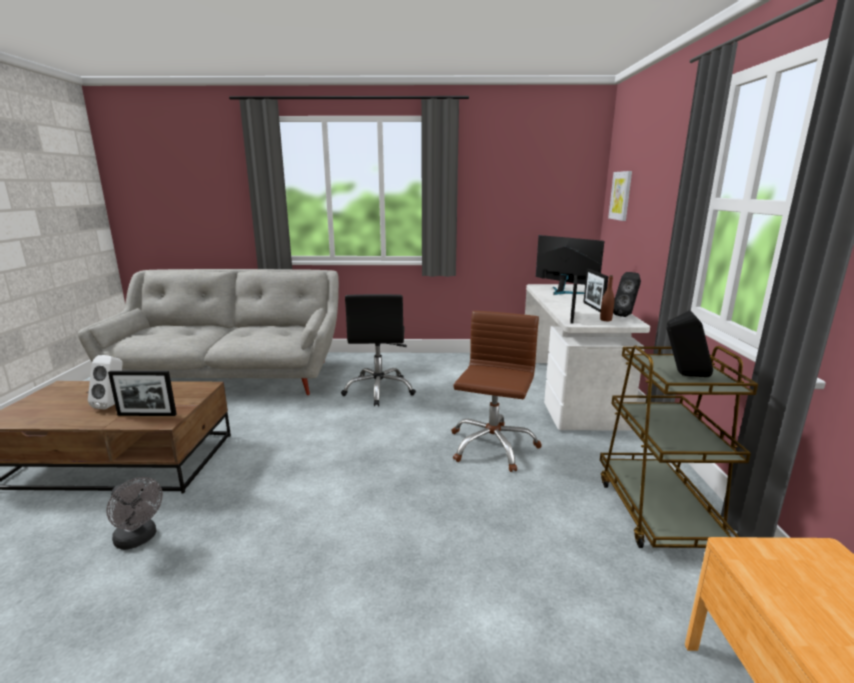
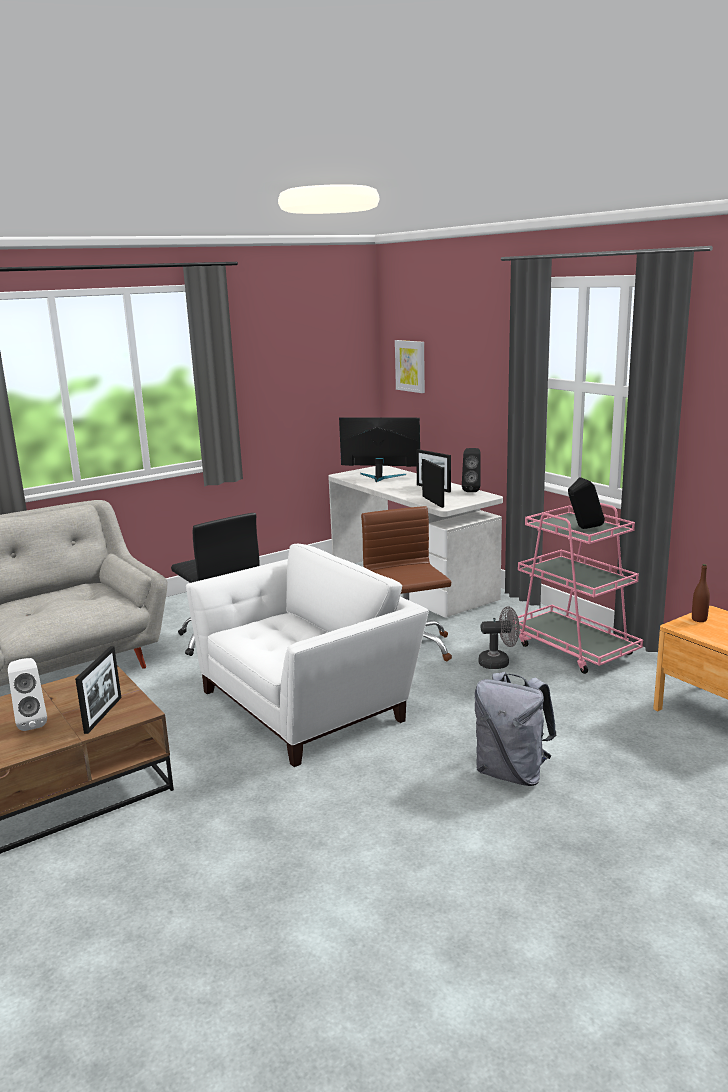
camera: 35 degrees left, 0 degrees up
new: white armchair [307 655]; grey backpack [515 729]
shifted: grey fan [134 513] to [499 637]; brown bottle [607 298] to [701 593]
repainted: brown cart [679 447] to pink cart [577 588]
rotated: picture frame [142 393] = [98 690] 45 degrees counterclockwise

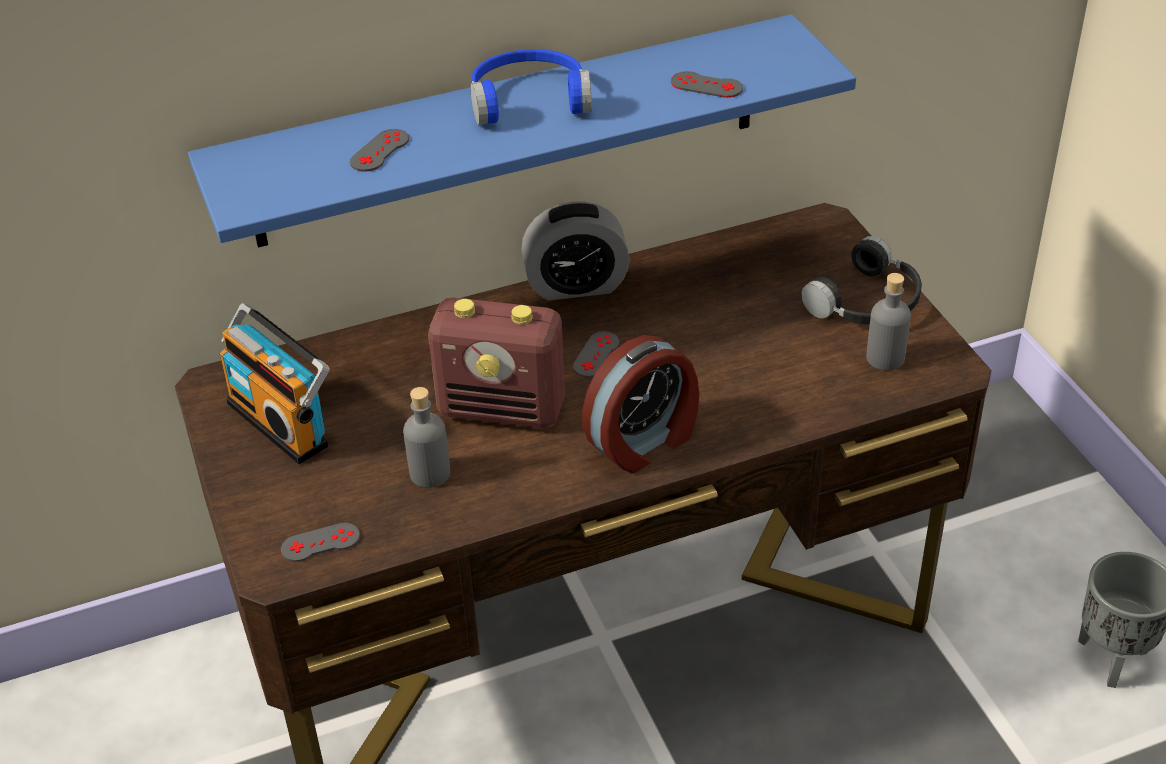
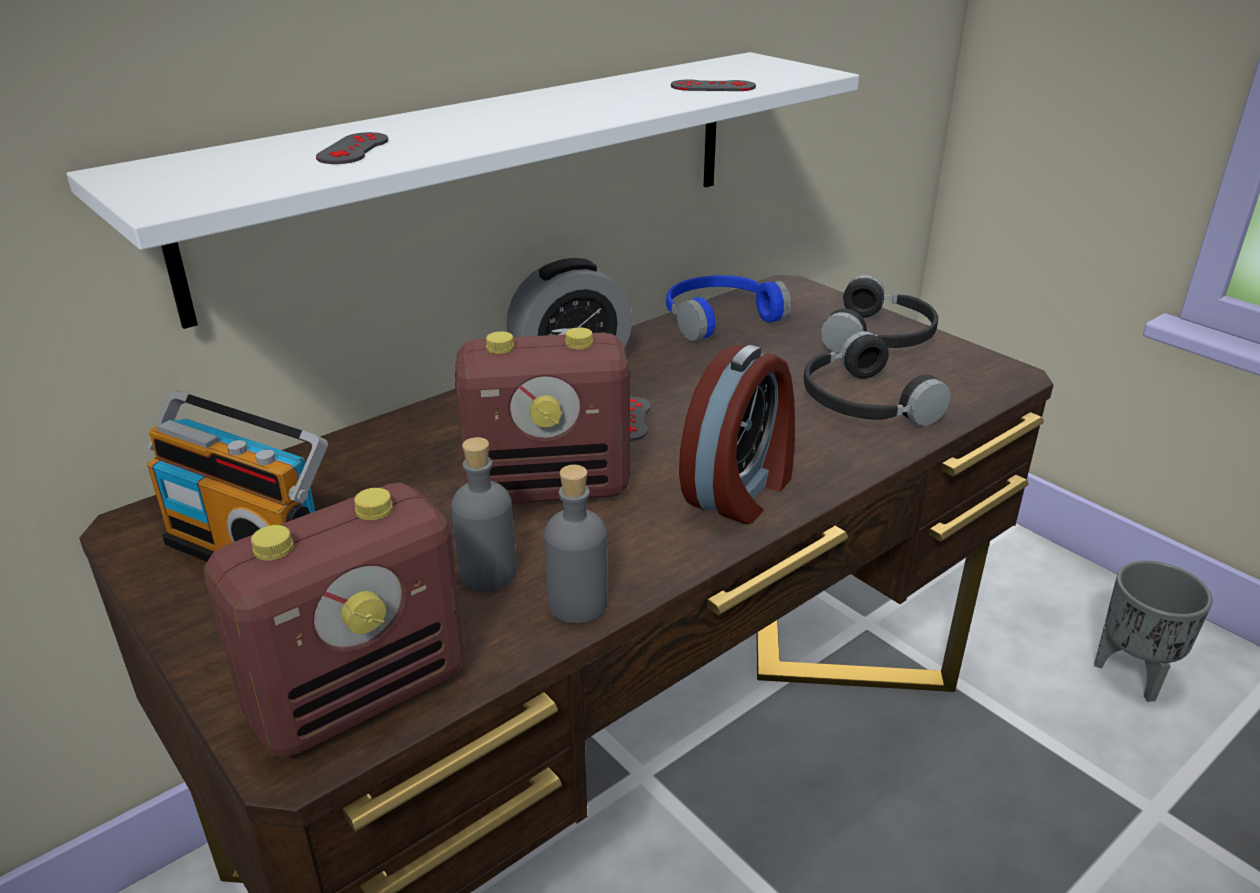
camera: 20 degrees left, 10 degrees down
new: black headphones [877 378]
shifted: blue headphones [531 87] to [728 308]; grey bottle [888 322] to [576 544]
swapped: grey game controller [320 542] to radio [335 619]
repainted: blue shelf [522 130] to white shelf [463 190]

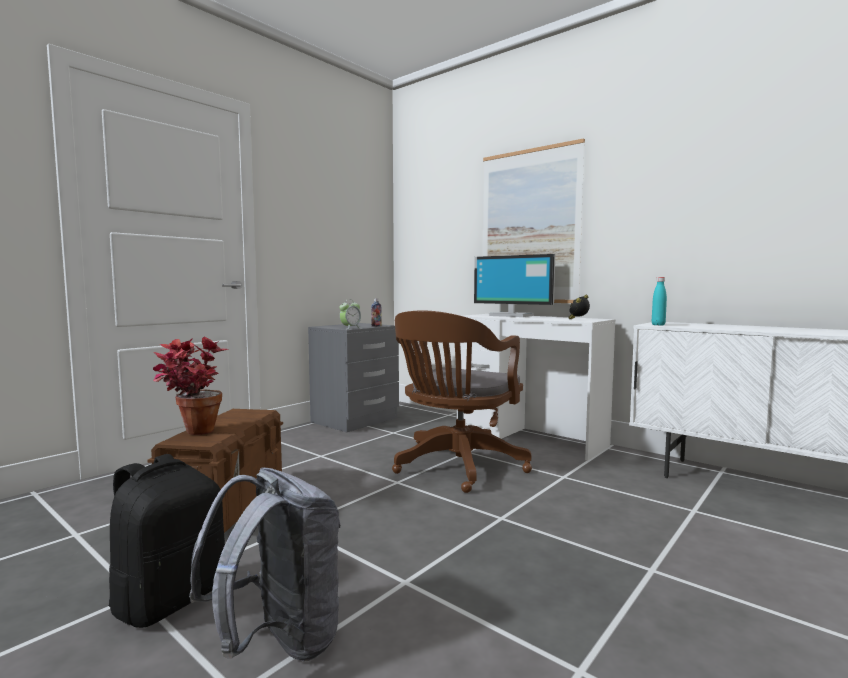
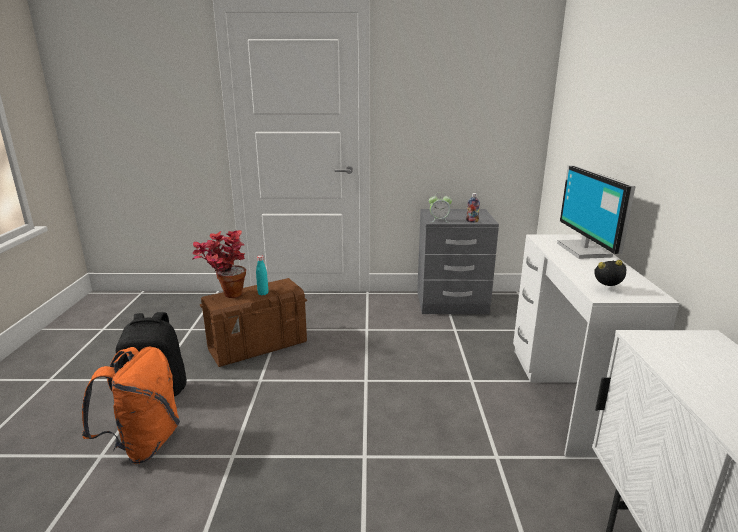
camera: 50 degrees right, 15 degrees up
gone: brown office chair [462 401]; picture [534 220]
shifted: turquoise bottle [659 301] to [262 275]
repainted: grey backpack [264 564] to orange backpack [131 405]

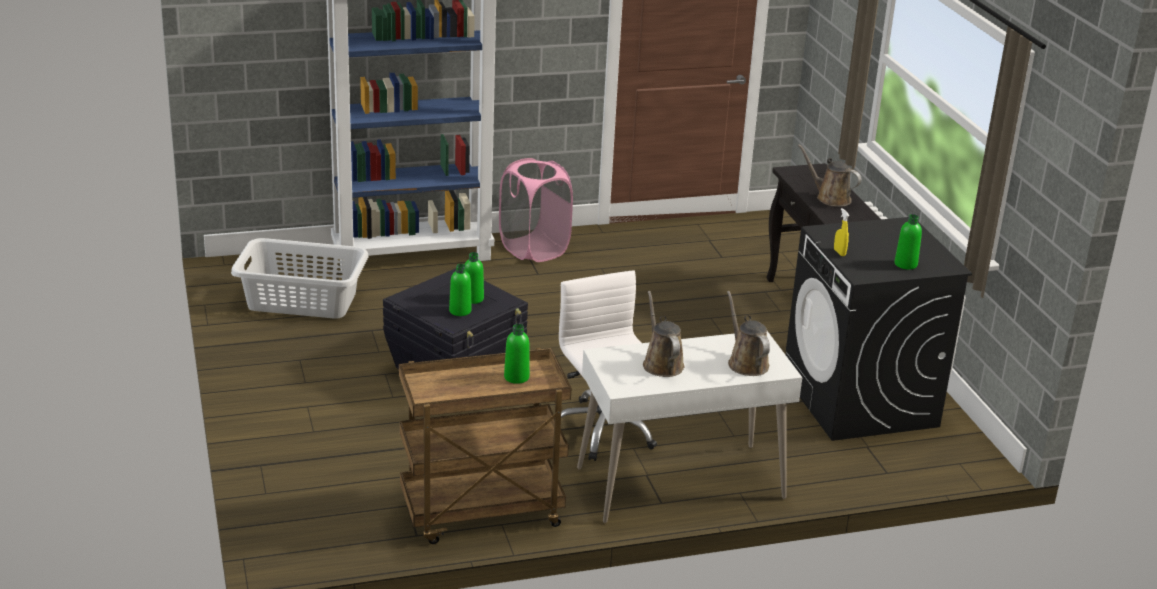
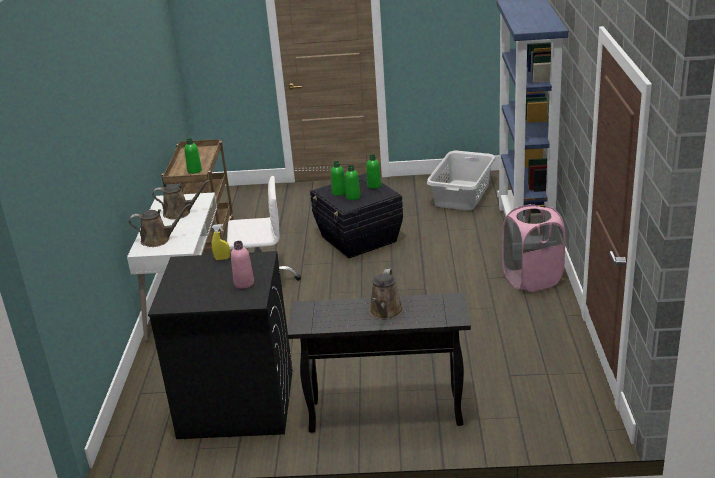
camera: 110 degrees right, 0 degrees up
new: pink bottle [242 265]
shifted: green bottle [908 241] to [373 171]
rotated: brown watering can [830 175] = [386 294] 135 degrees clockwise

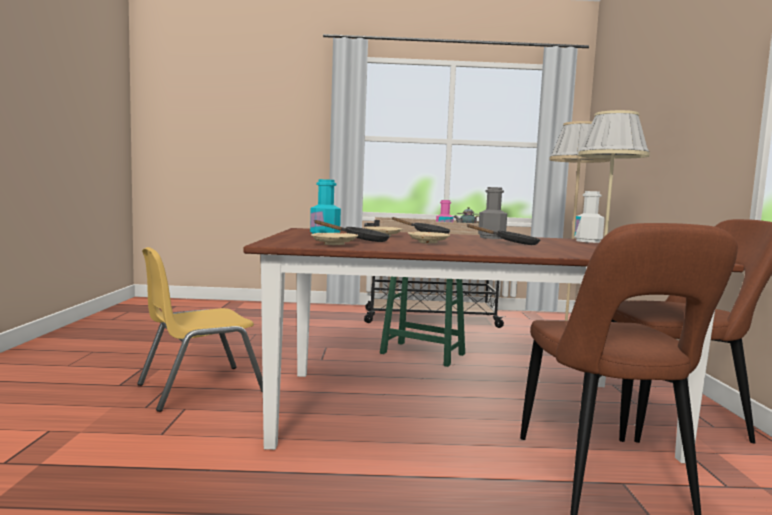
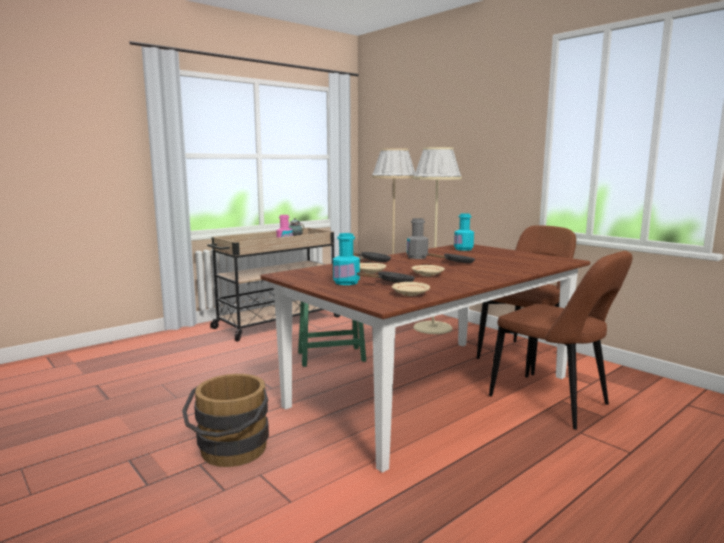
camera: 40 degrees left, 5 degrees up
swapped: yellow chair [200 329] to brown bucket [225 420]
repainted: white bottle [589 217] to turquoise bottle [464 232]

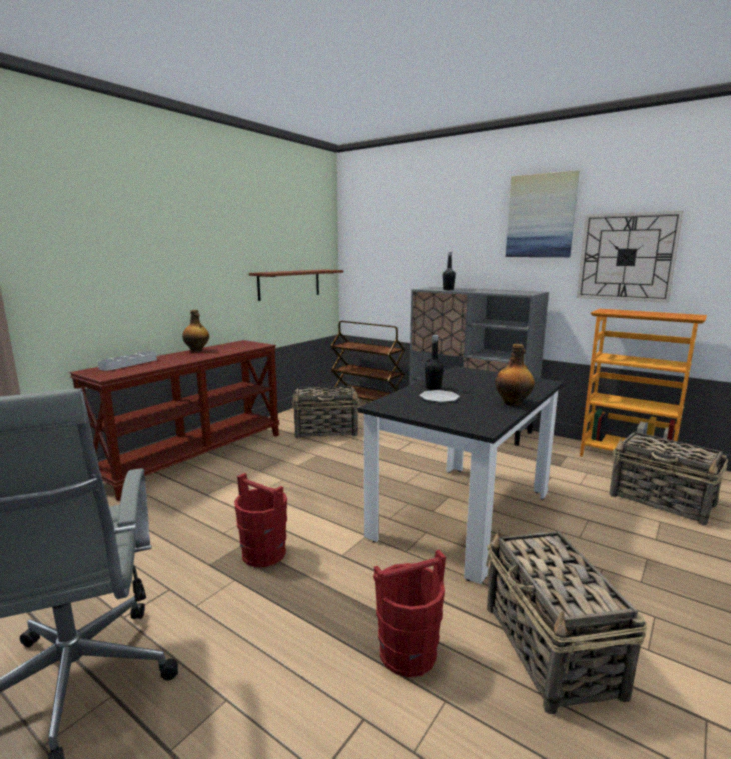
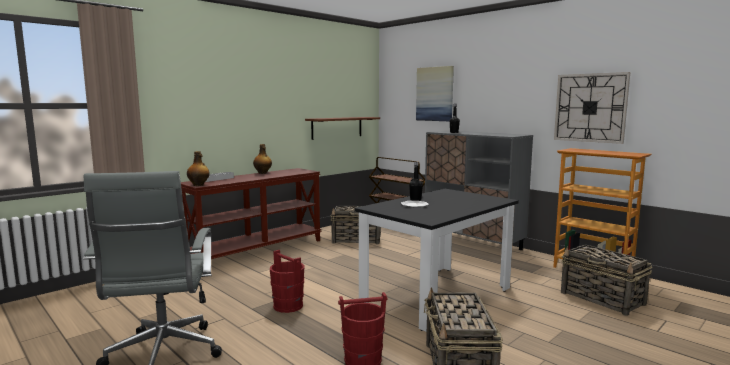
camera: 10 degrees right, 5 degrees down
shifted: bottle [515 375] to [198 168]; picture [542 213] to [435 94]

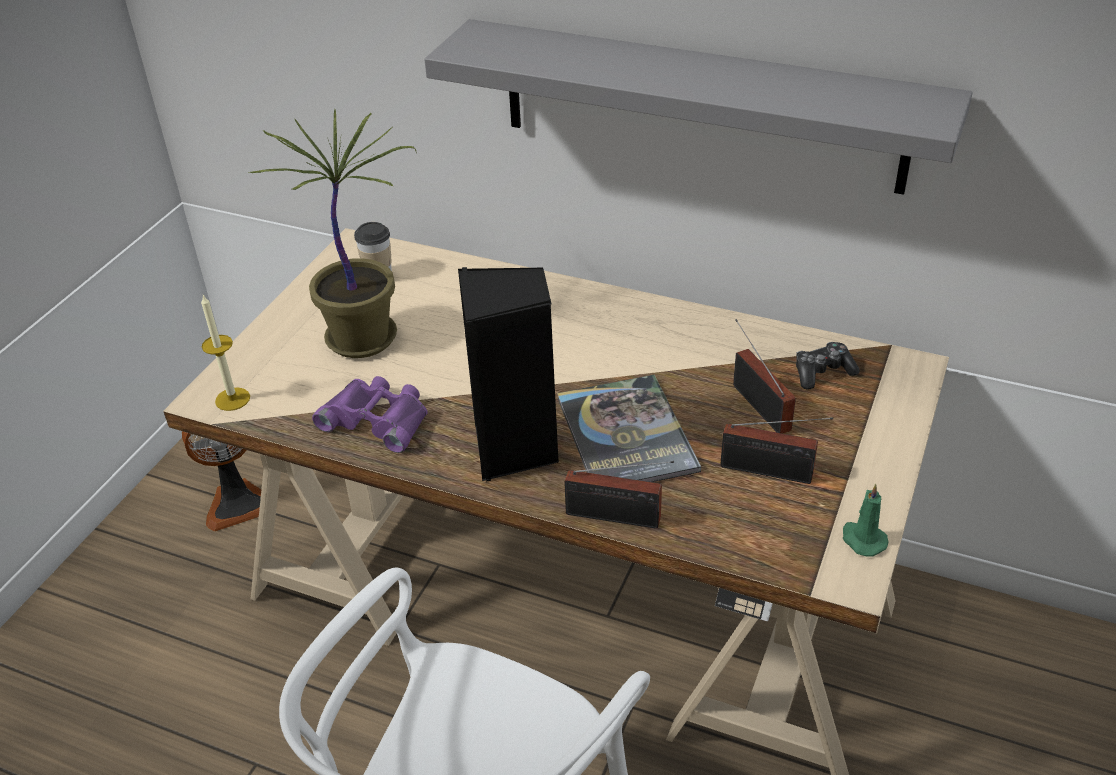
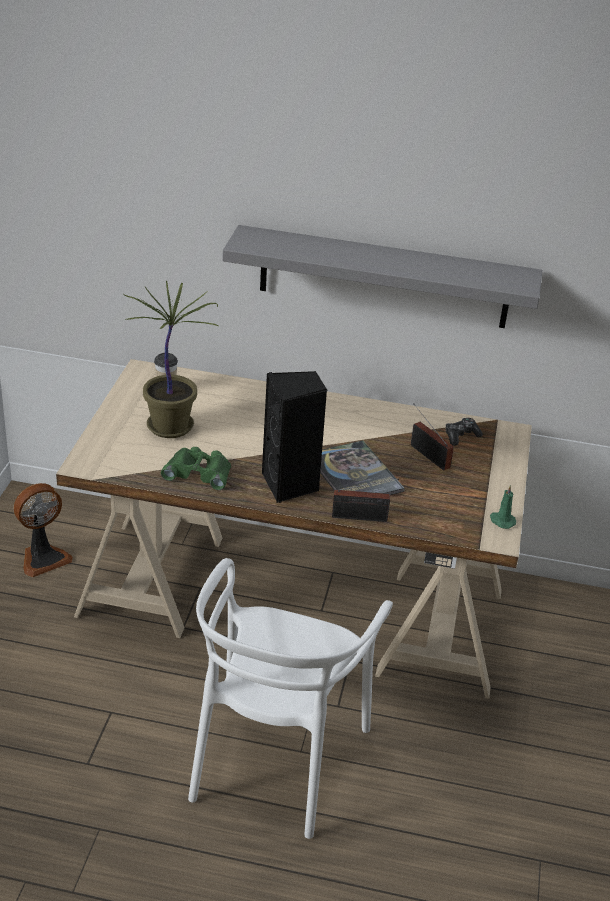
camera: 15 degrees left, 5 degrees down
gone: candle [225 353]; radio [776 450]
repainted: purple binoculars [369 414] to green binoculars [196 468]

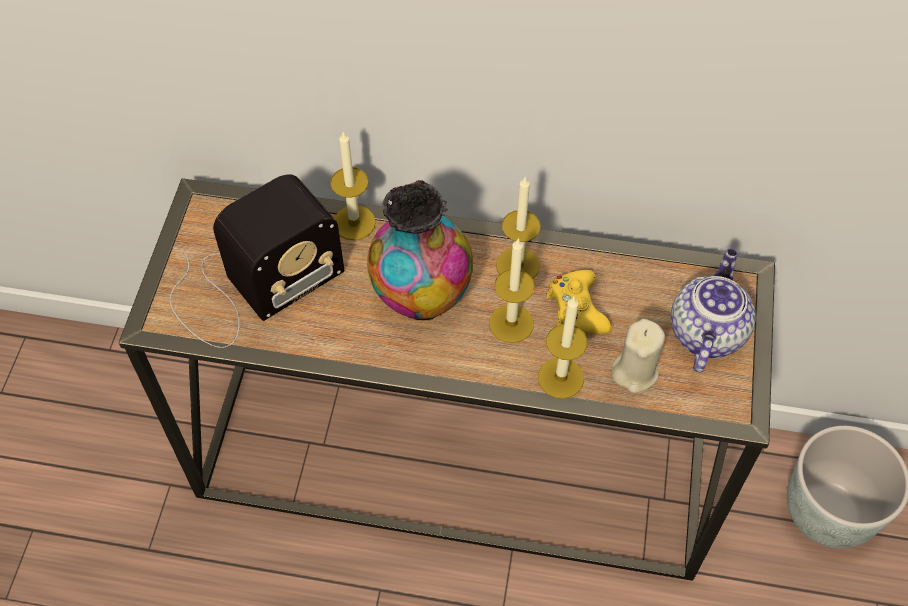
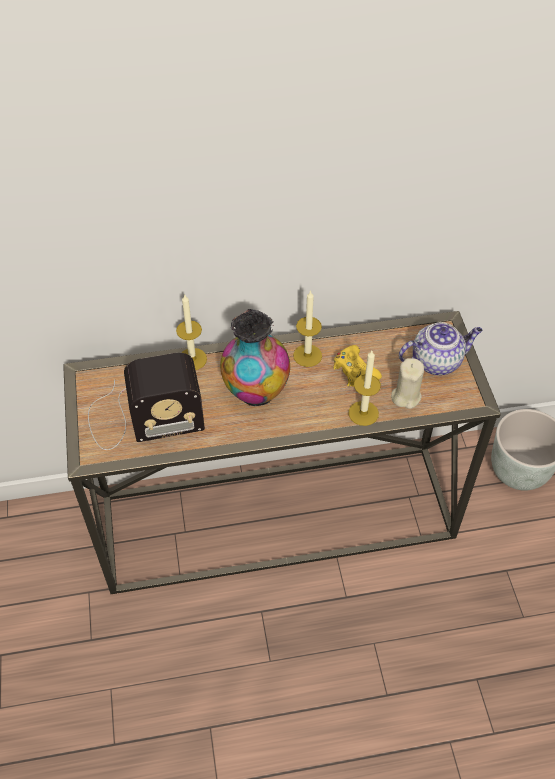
camera: 20 degrees left, 5 degrees down
gone: candle [511 290]
rotated: radio [257 261] = [146 401] 45 degrees clockwise; teapot [713 311] = [441 348] 75 degrees clockwise

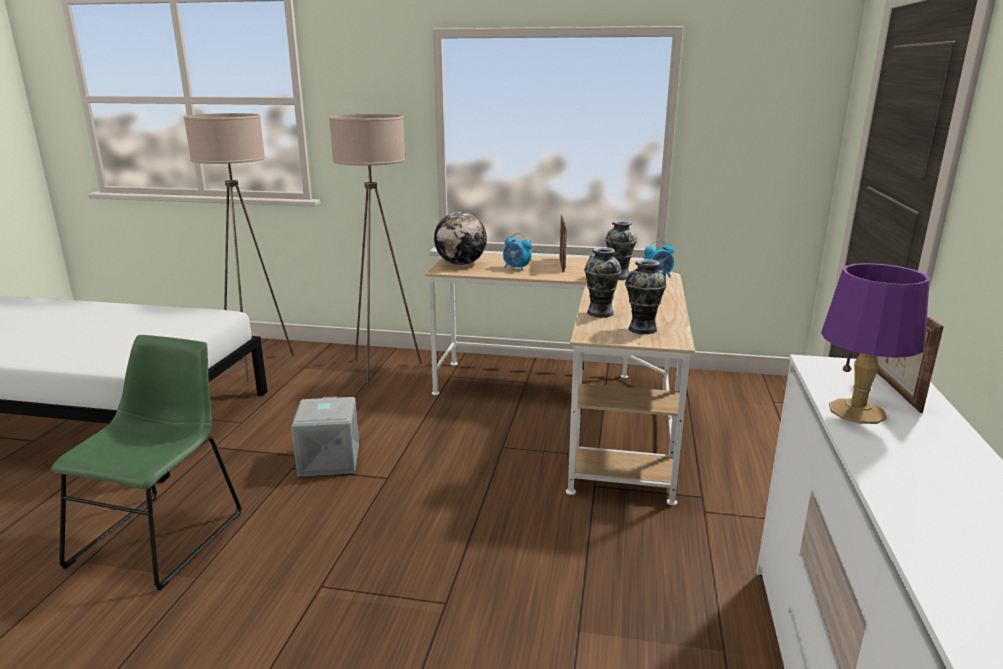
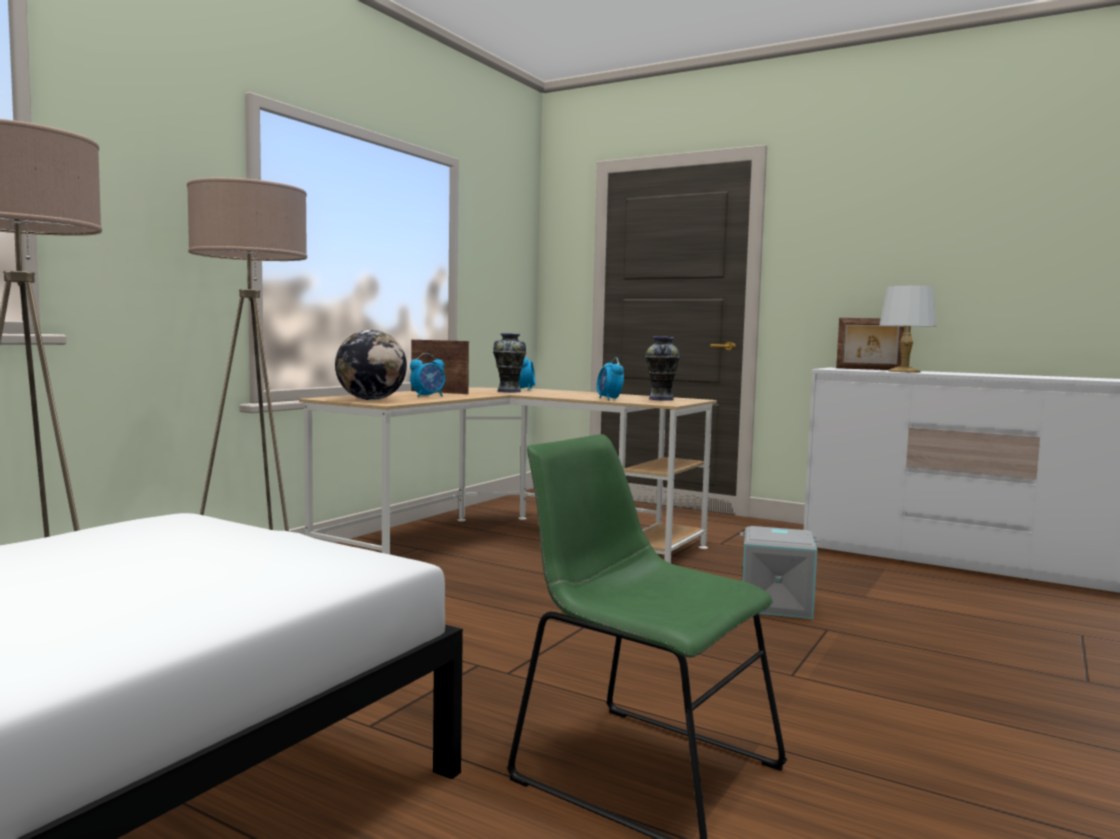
camera: 70 degrees left, 15 degrees down
shifted: grey storage box [325 436] to [780 572]
swapped: vase [602 282] to alarm clock [610 378]
repainted: purple table lamp [875 343] to white table lamp [907 329]

